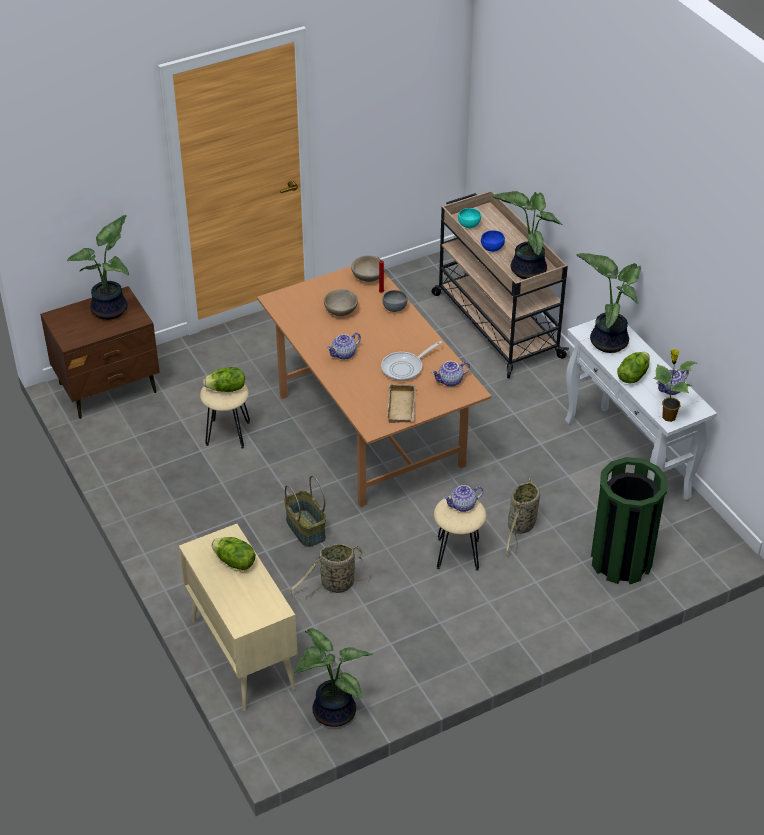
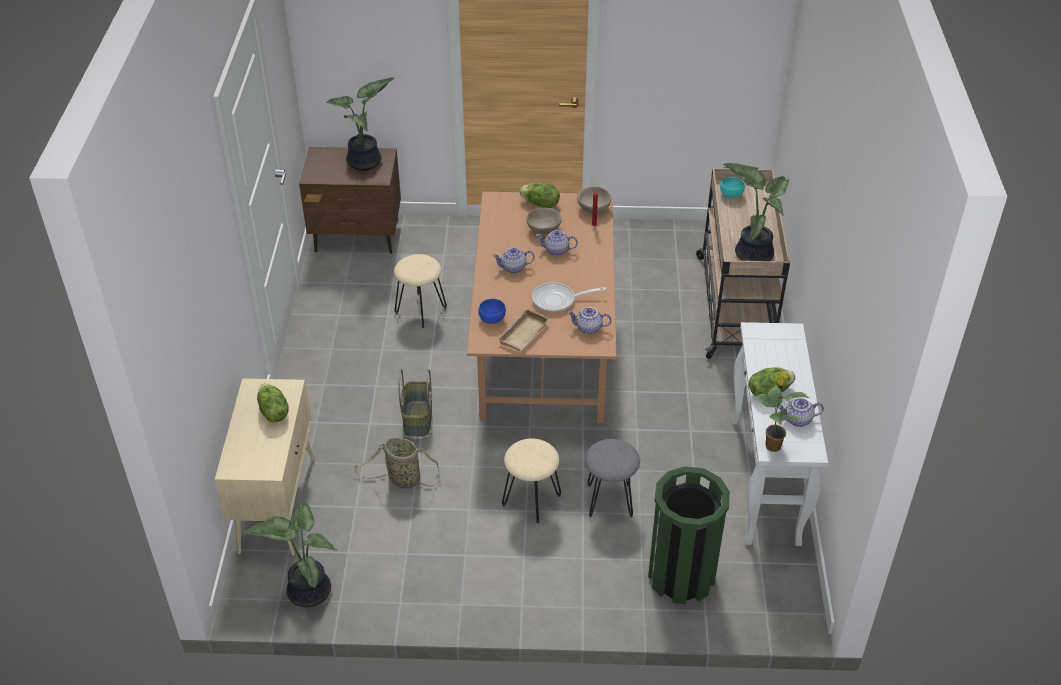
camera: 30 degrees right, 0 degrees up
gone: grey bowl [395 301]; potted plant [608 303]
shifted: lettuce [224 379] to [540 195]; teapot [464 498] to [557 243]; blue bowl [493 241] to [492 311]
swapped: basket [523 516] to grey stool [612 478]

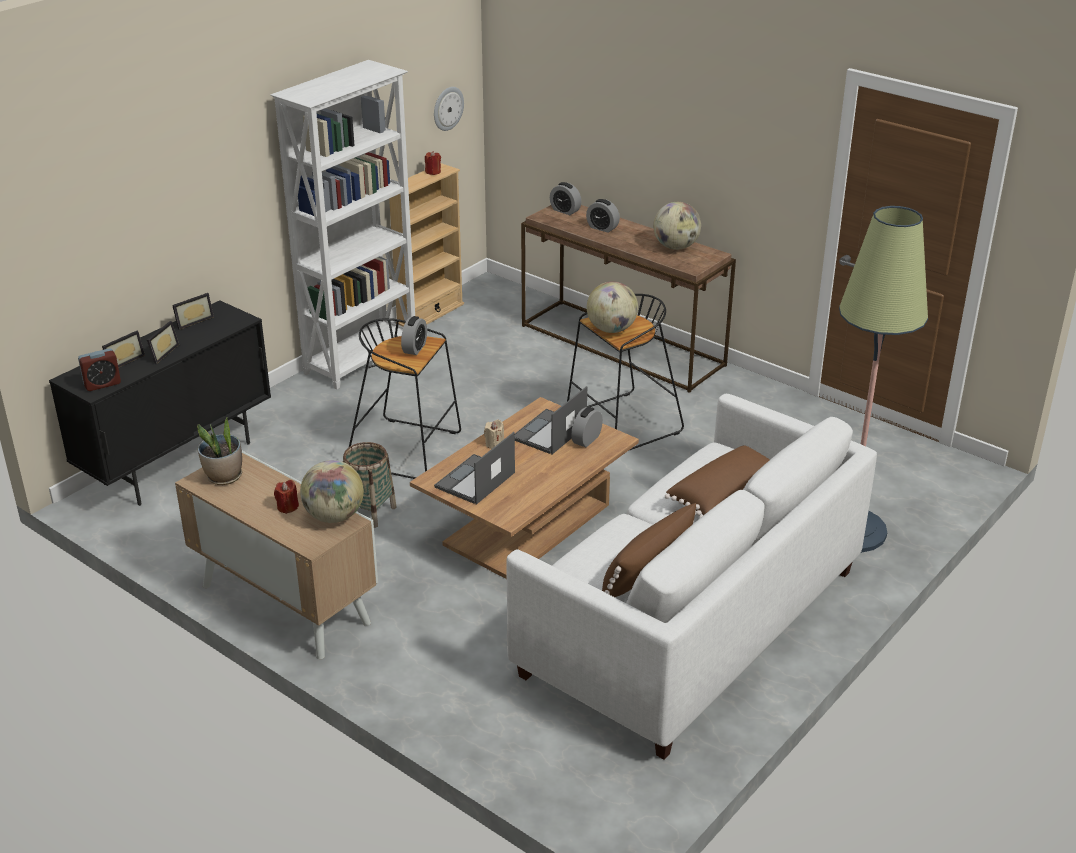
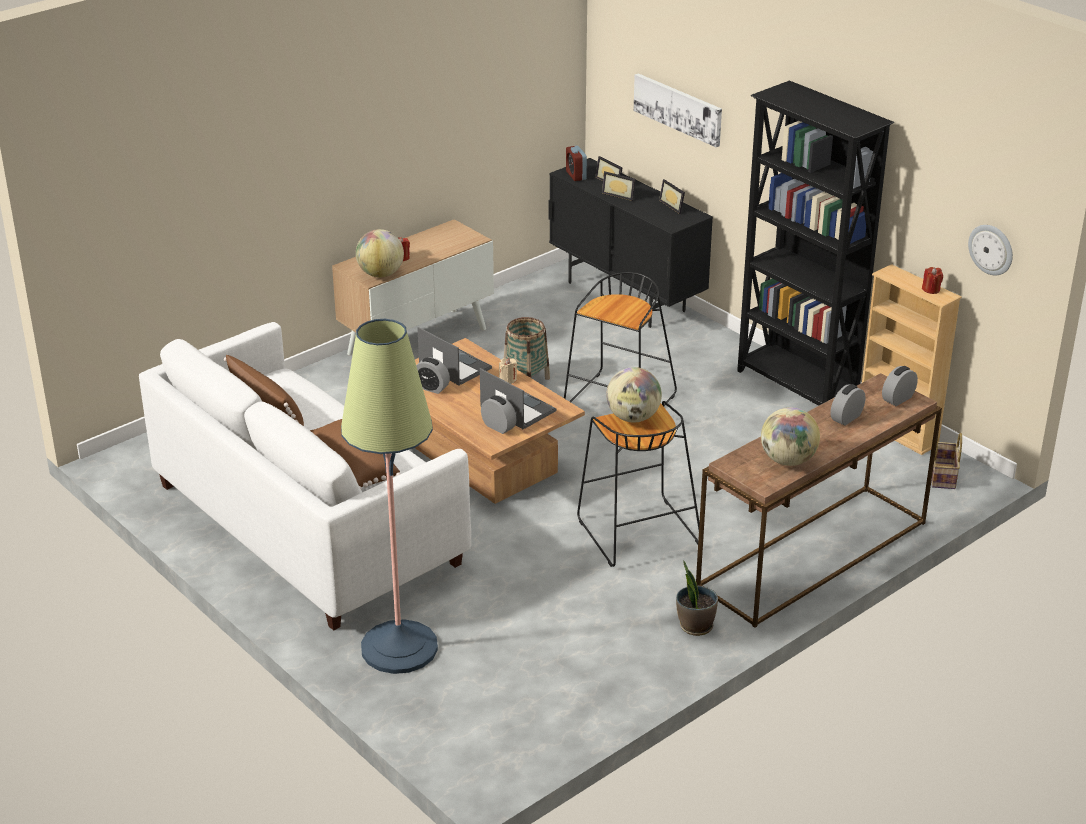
camera: 100 degrees right, 0 degrees up
new: picture [678 110]; basket [946 461]
shifted: potted plant [219 451] to [697 598]; alarm clock [414 335] to [433 375]
repainted: white bookcase [343 225] to black bookcase [815 243]

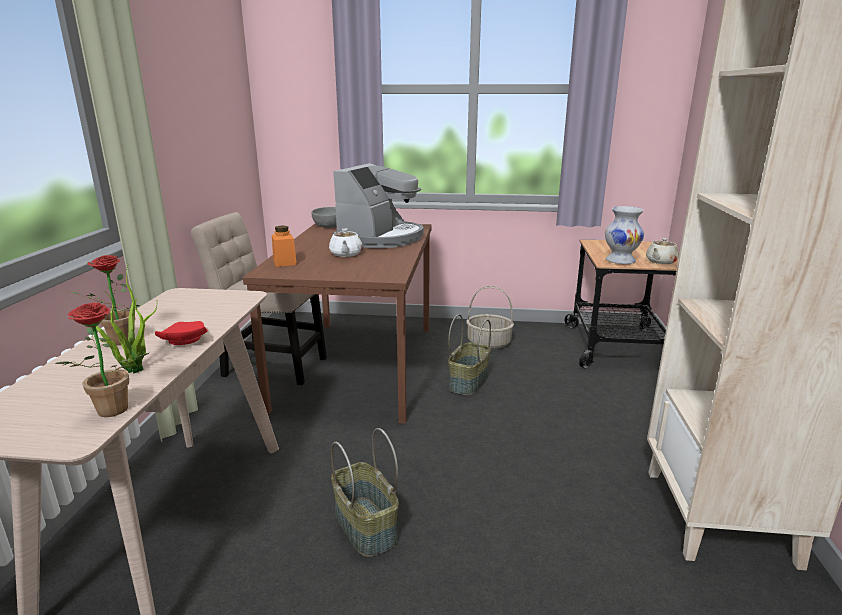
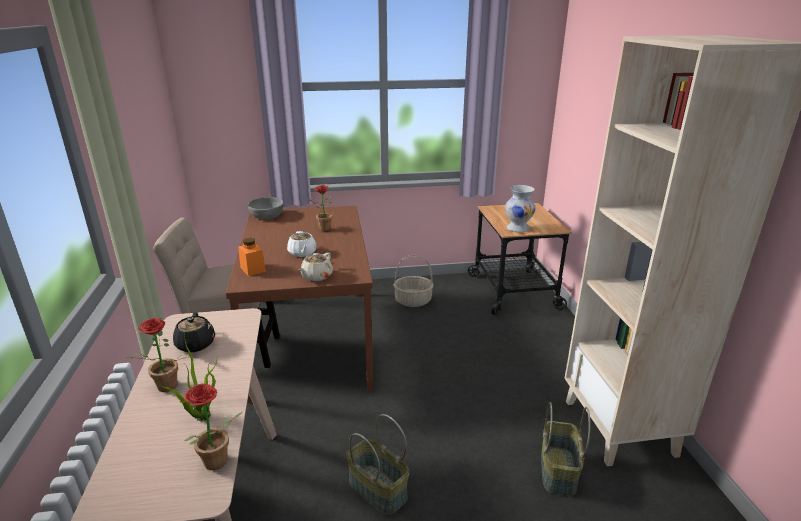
camera: 15 degrees left, 5 degrees up
gone: red plate [181 333]
new: black teapot [194 332]
shifted: basket [469 355] to [565 449]; beige teapot [662 251] to [316 267]
swapped: coffee machine [378 205] to potted plant [320 208]

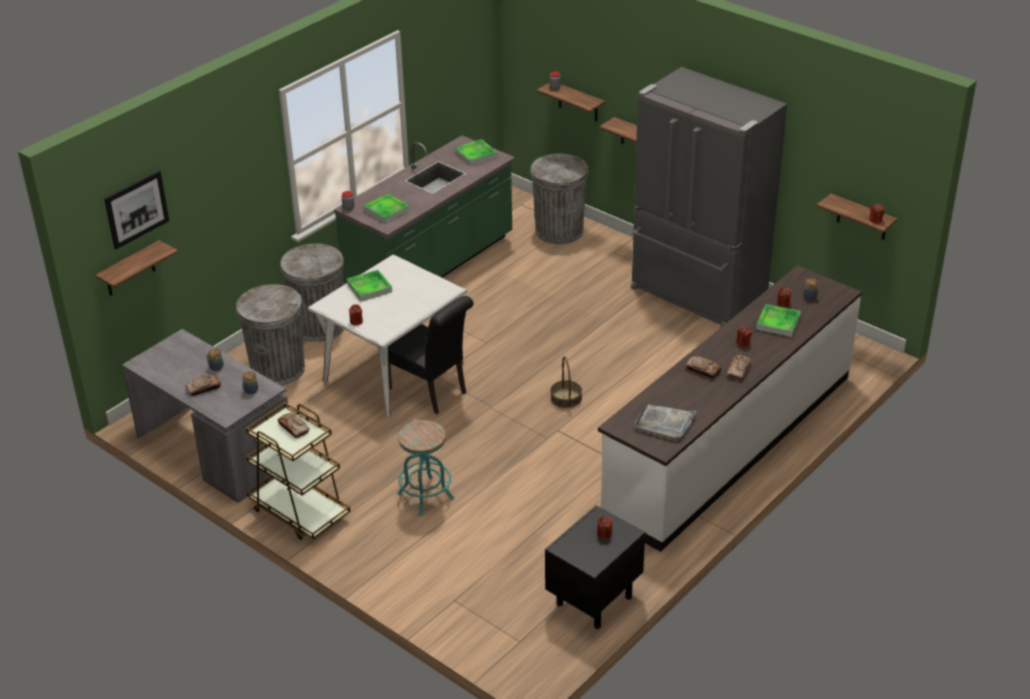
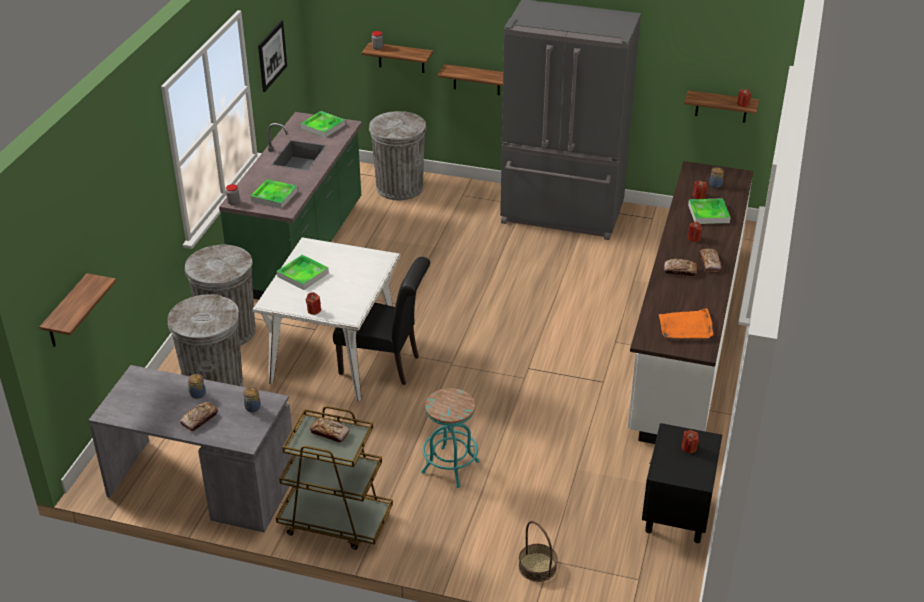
camera: 25 degrees left, 0 degrees up
shifted: picture [136 210] to [272 56]; basket [566 382] to [538 551]
repainted: grey tray [665 422] to orange tray [686 323]

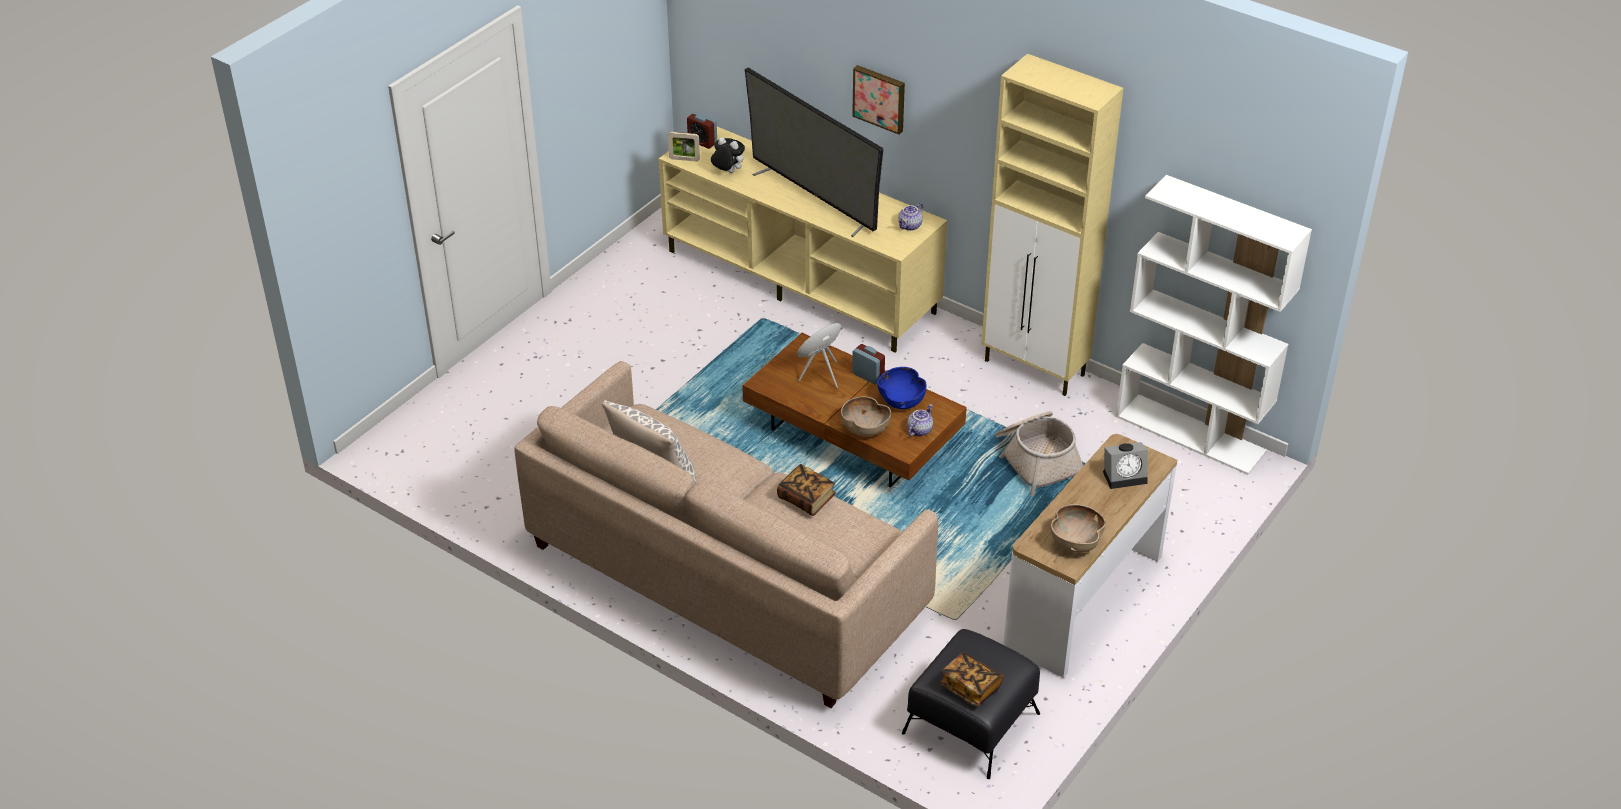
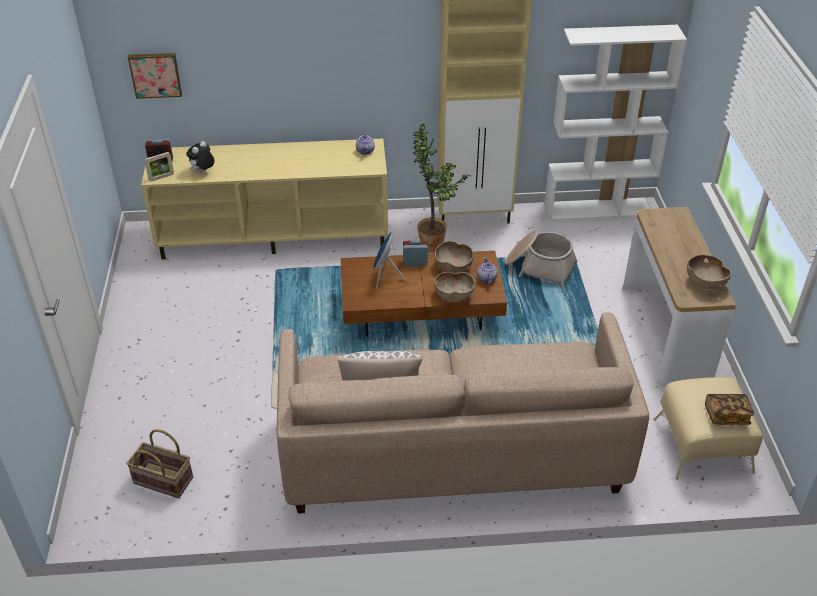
camera: 40 degrees left, 0 degrees up
gone: television [814 152]; book [806 490]; alarm clock [1125 465]
new: basket [159 463]; potted plant [442 188]
shifted: picture [878 100] to [155 76]
repainted: blue bowl [902 388] to brown bowl [454 257]; black ottoman [971 704] to beige ottoman [708 428]
rotated: plush toy [728 155] = [200 157] 45 degrees counterclockwise

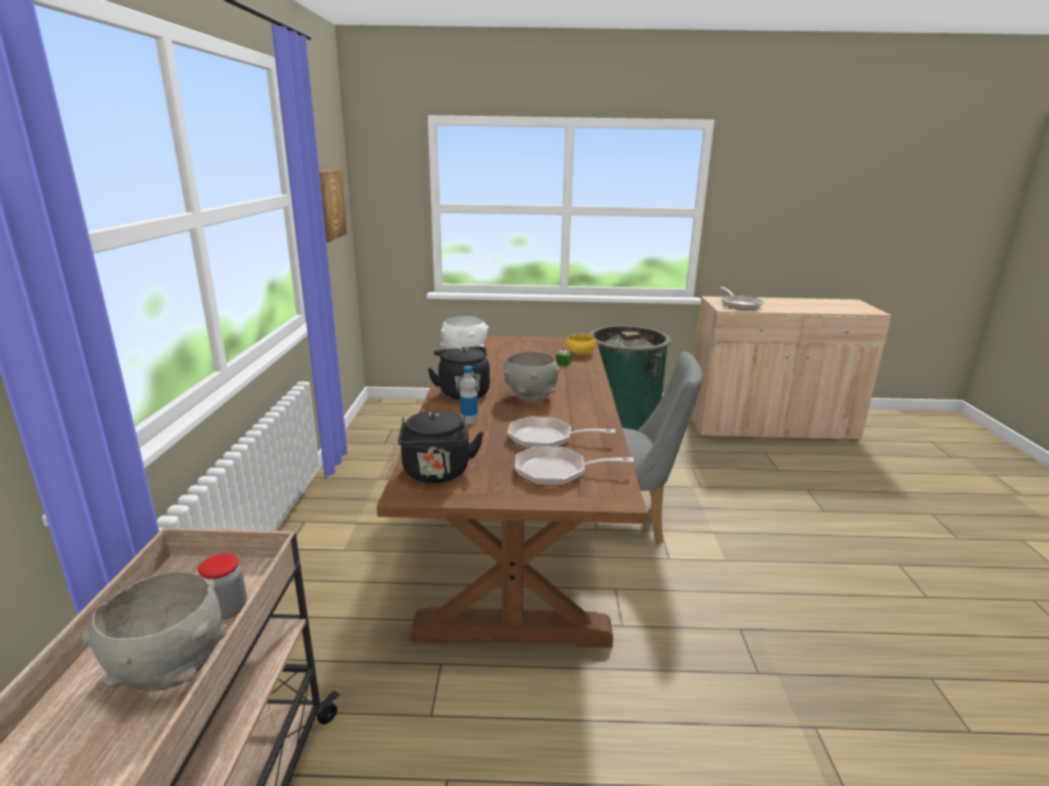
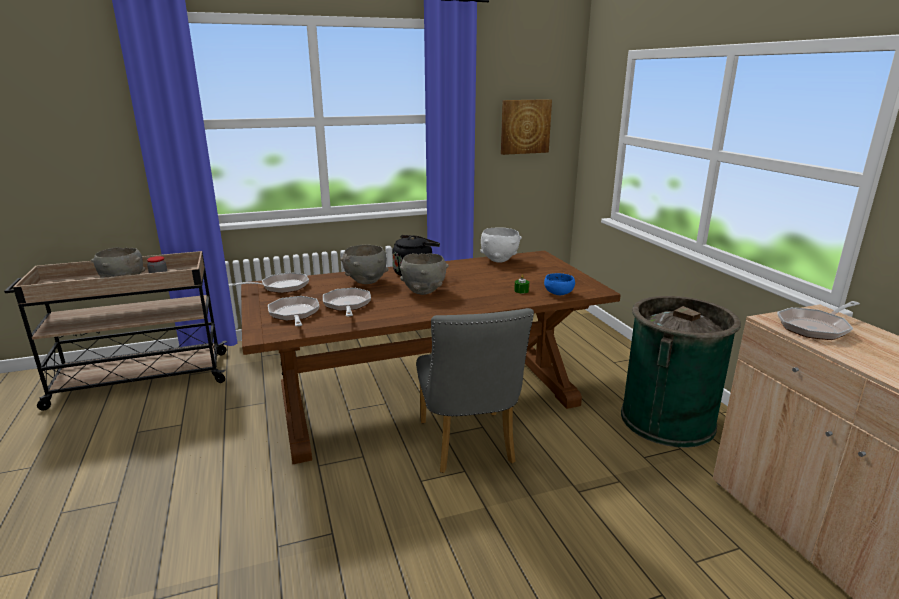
camera: 70 degrees right, 0 degrees up
swapped: black kettle [441 447] to frying pan [269 282]; bottle [469 395] to grey bowl [364 264]
repainted: yellow bowl [581 344] to blue bowl [559 284]

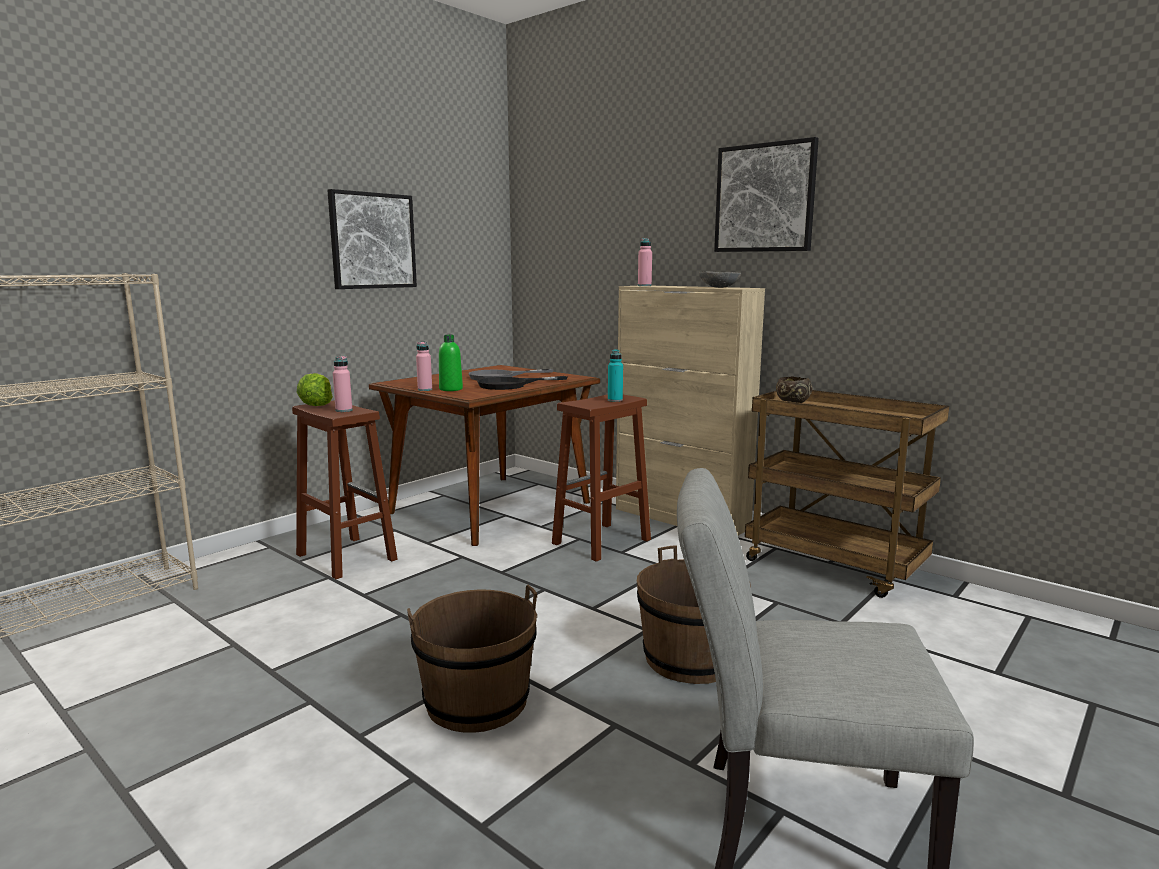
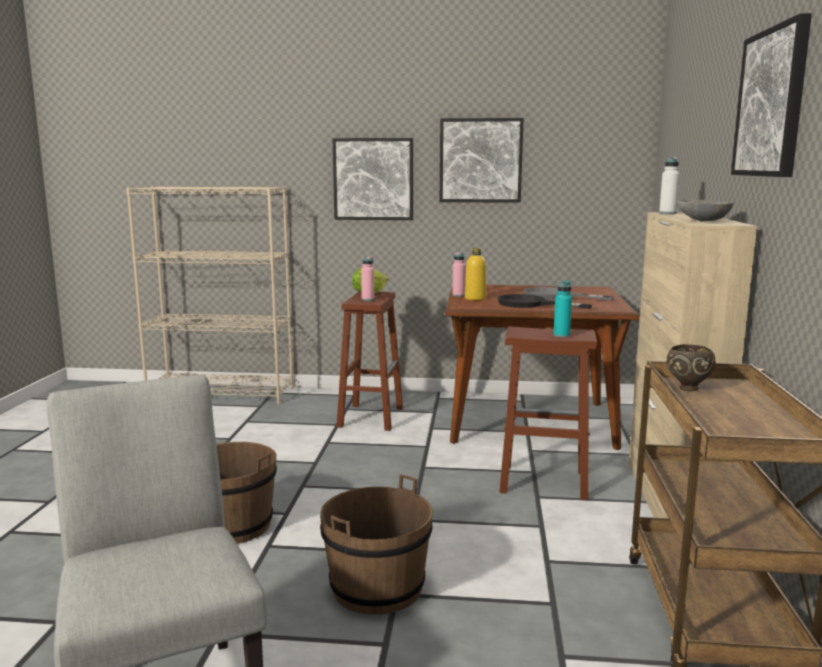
camera: 55 degrees right, 0 degrees up
new: picture [372 179]
repainted: green bottle [451 363] to yellow bottle [475 274]; pink bottle [645 262] to white bottle [669 185]

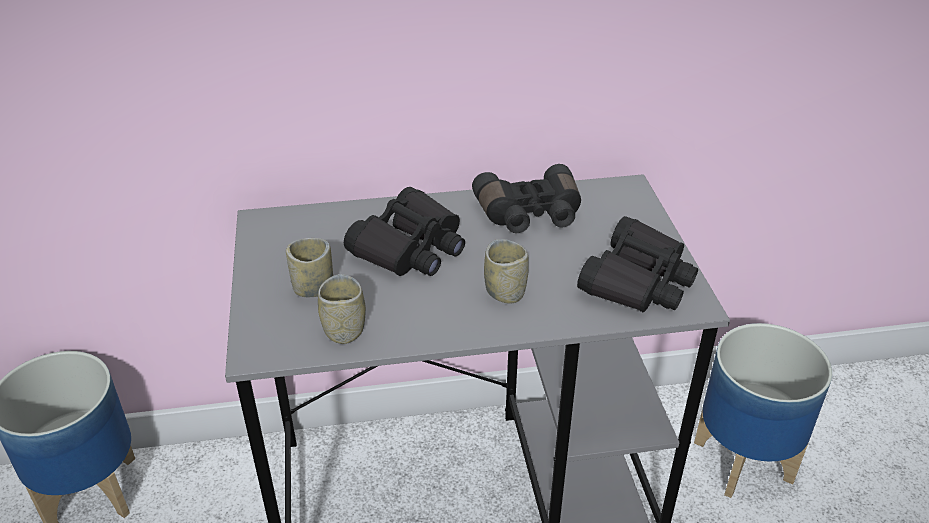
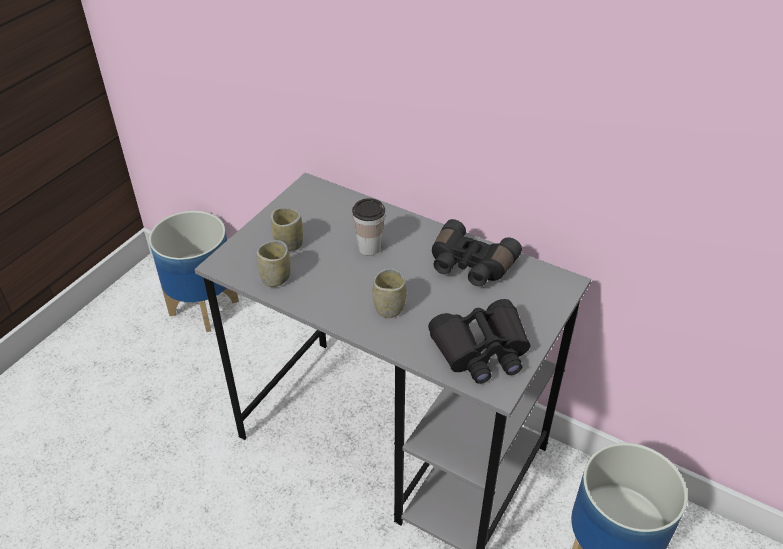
camera: 40 degrees right, 5 degrees up
swapped: black binoculars [404 231] to cup [368 227]

